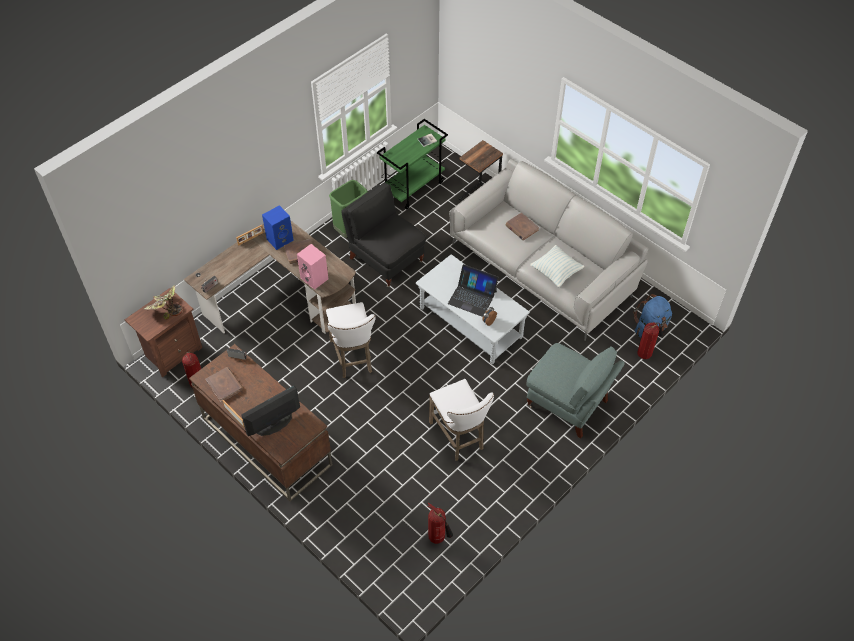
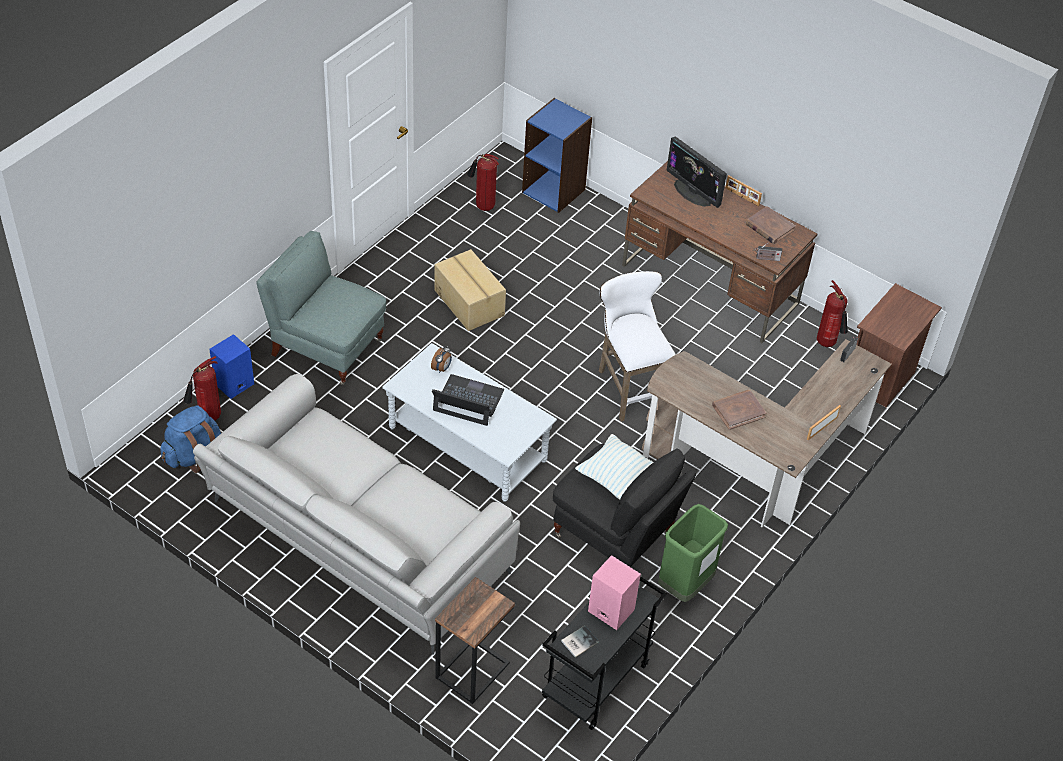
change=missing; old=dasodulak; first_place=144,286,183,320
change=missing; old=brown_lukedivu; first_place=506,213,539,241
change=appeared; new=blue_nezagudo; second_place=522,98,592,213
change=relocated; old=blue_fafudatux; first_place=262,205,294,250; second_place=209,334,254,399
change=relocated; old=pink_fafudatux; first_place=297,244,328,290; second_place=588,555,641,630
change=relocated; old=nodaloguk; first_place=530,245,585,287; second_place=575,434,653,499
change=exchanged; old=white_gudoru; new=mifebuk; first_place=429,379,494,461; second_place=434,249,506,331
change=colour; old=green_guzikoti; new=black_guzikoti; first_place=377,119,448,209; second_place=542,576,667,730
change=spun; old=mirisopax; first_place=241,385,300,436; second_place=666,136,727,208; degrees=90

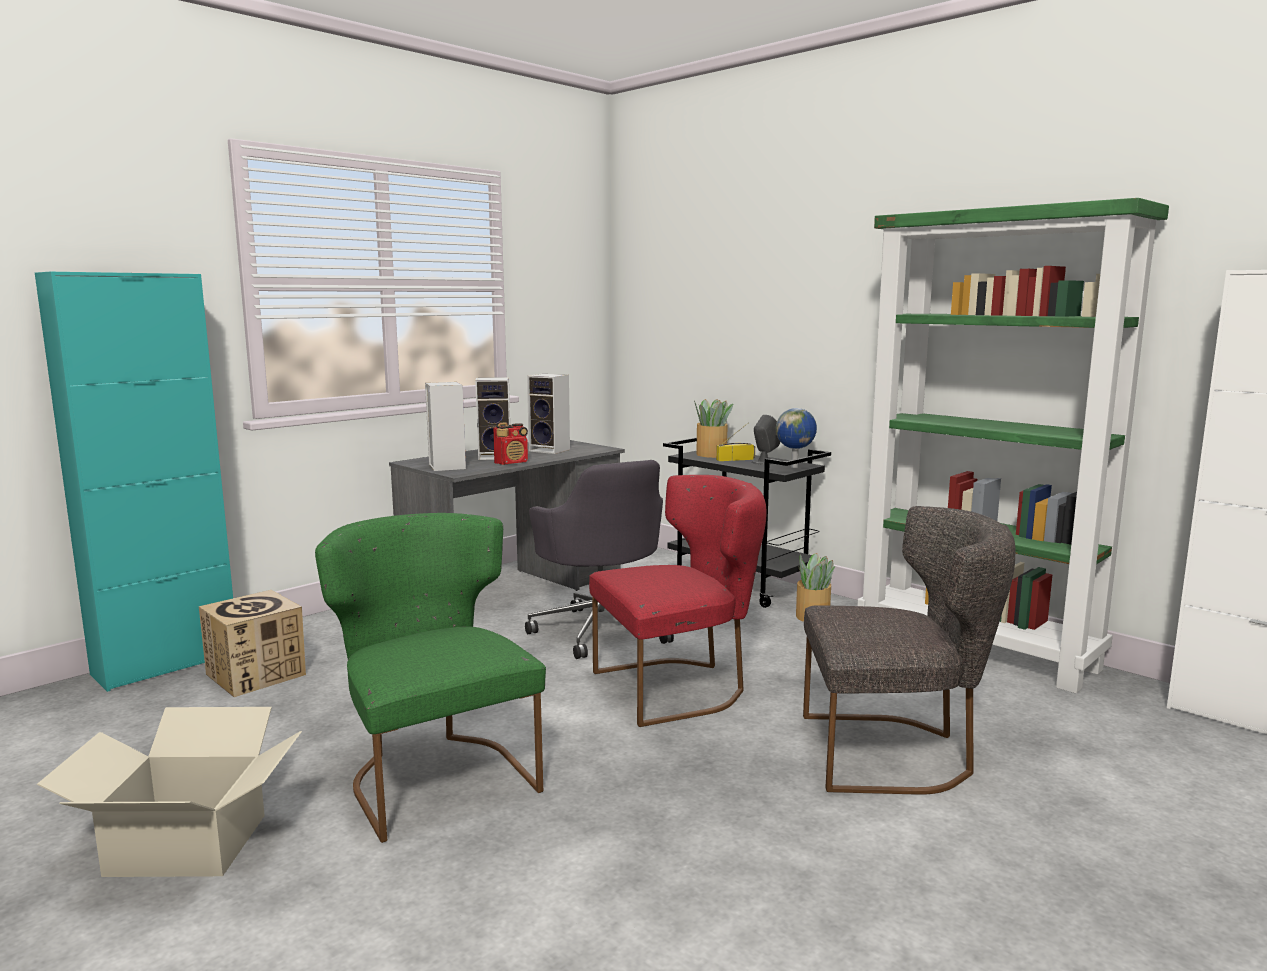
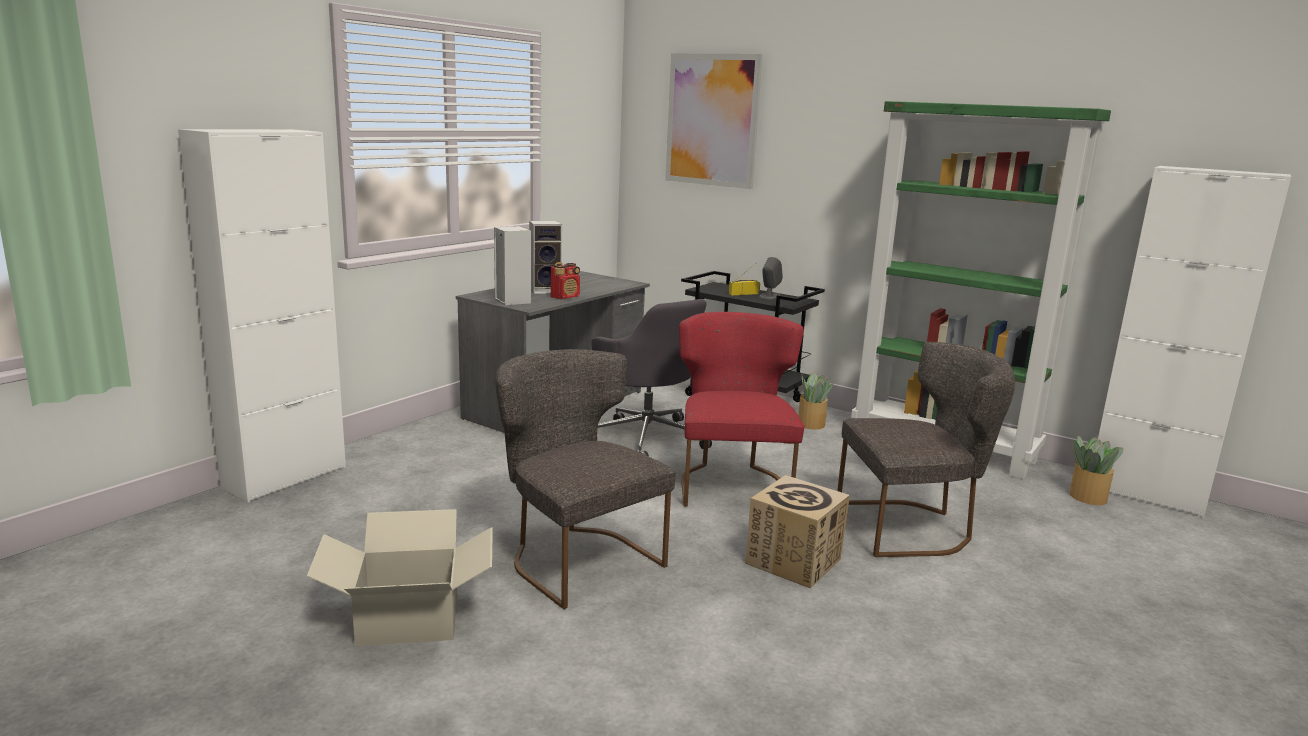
change=missing; old=fafudatux; first_place=527,374,570,454
change=missing; old=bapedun; first_place=776,408,817,468
change=appeared; new=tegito; second_place=665,54,763,189
change=relocated; old=mifebuk; first_place=199,590,306,697; second_place=745,475,850,589
change=relocated; old=dasodulak; first_place=694,399,733,458; second_place=1069,435,1124,505
change=colour; old=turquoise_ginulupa; new=white_ginulupa; first_place=35,271,233,692; second_place=178,129,346,502
change=colour; old=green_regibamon; new=grey_regibamon; first_place=315,513,546,843; second_place=495,349,676,609
change=spun; old=red_regibamon; first_place=589,475,766,727; second_place=679,312,805,507; degrees=-60

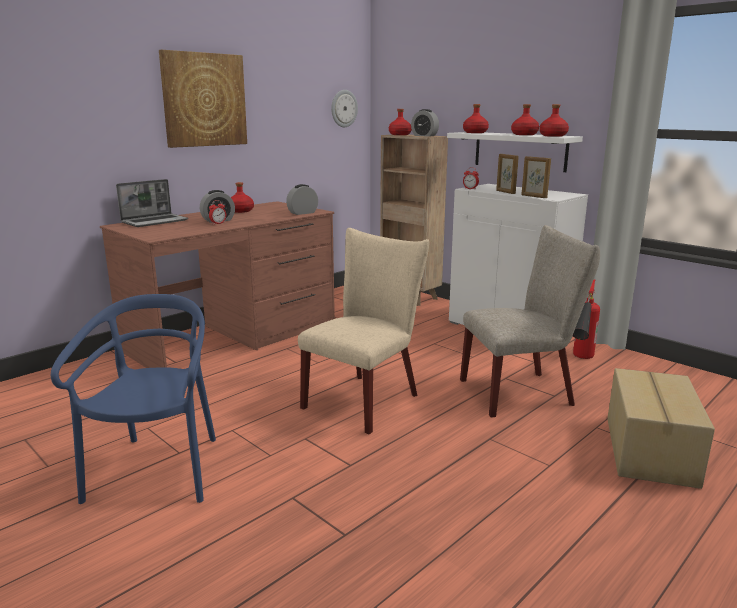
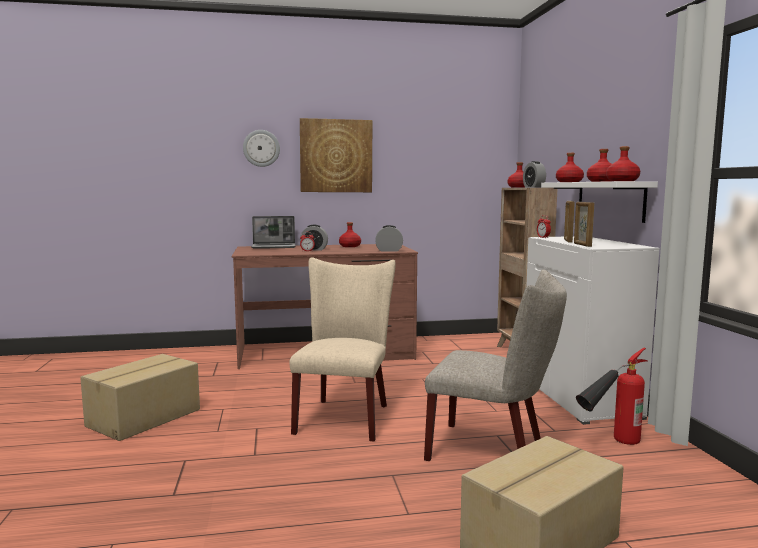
change=relocated; old=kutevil; first_place=331,90,358,127; second_place=243,130,280,167
change=exchanged; old=blue_regibamon; new=mifebuk; first_place=51,294,216,504; second_place=80,354,200,441
change=spun; old=beige_regibamon; first_place=298,228,429,434; second_place=289,257,396,441; degrees=-60

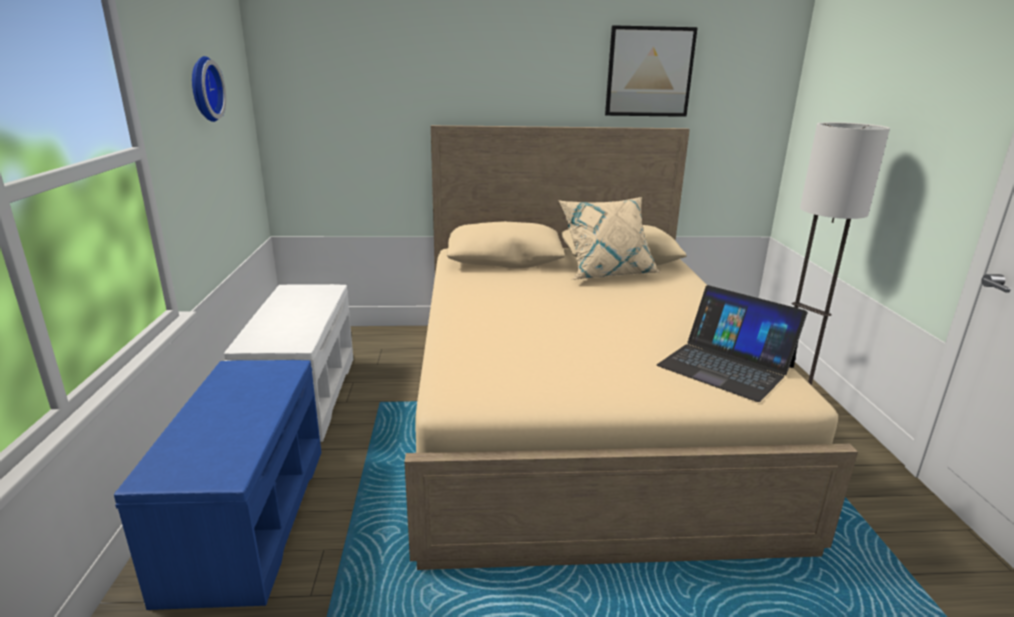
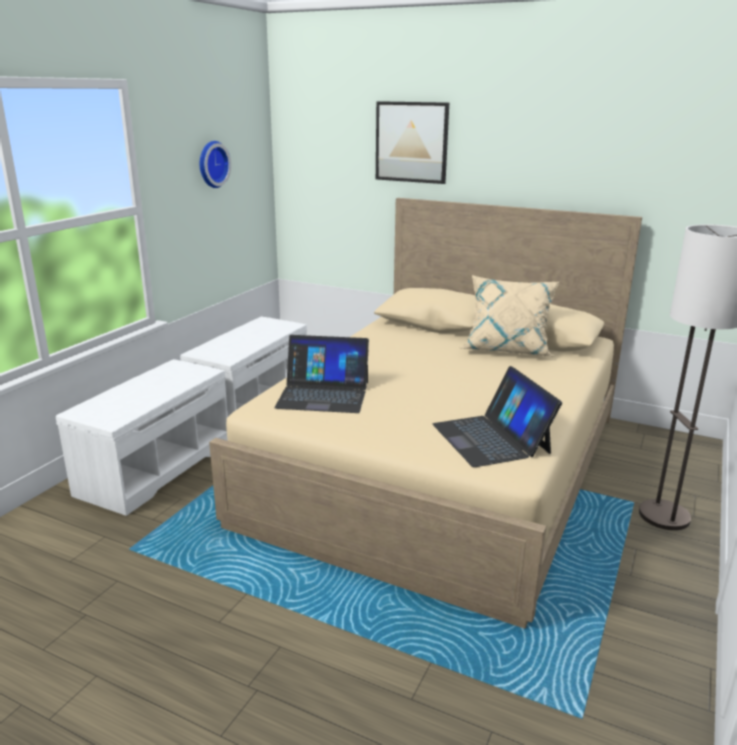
change=appeared; new=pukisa; second_place=274,335,369,413
change=relocated; old=tegito; first_place=605,25,698,117; second_place=376,101,449,184
change=colour; old=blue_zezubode; new=white_zezubode; first_place=114,360,322,610; second_place=56,359,228,516

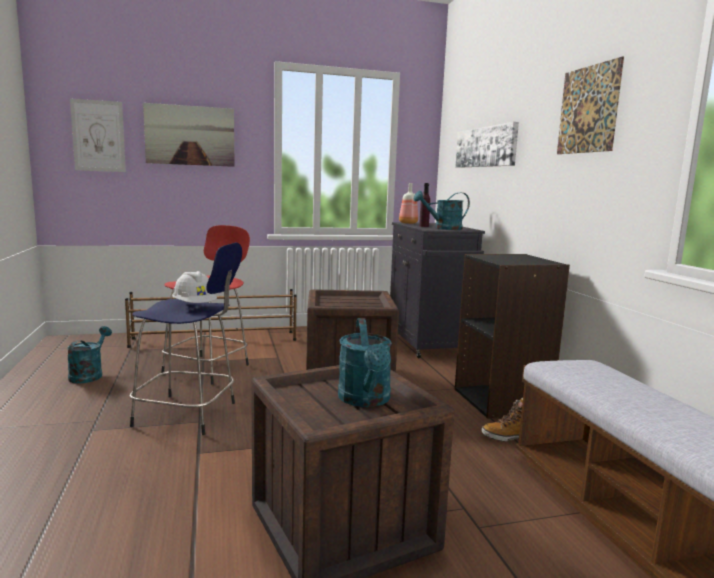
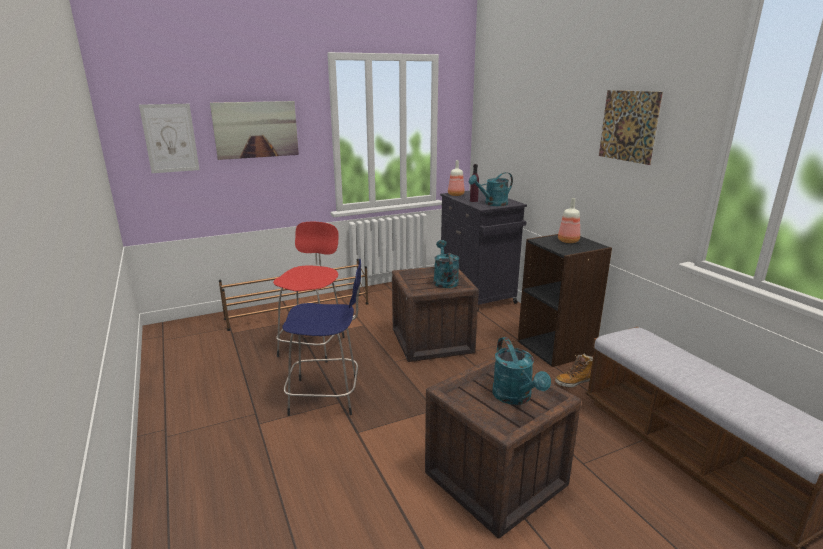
change=missing; old=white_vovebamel; first_place=172,271,217,303
change=missing; old=tegito; first_place=455,122,519,168
change=appeared; new=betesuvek; second_place=558,198,580,243
change=relocated; old=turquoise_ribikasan; first_place=67,326,112,384; second_place=434,240,459,288

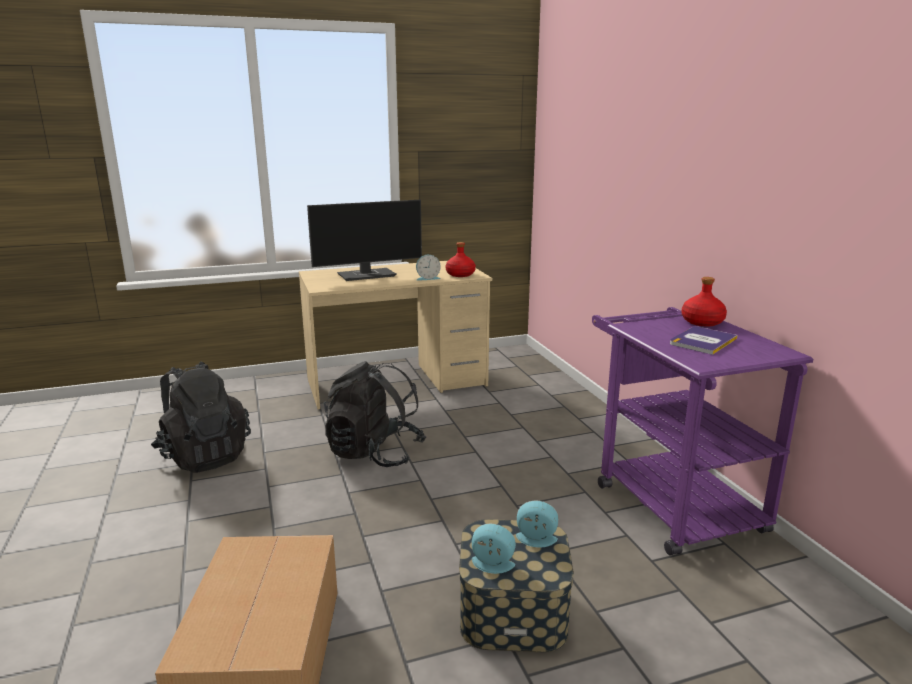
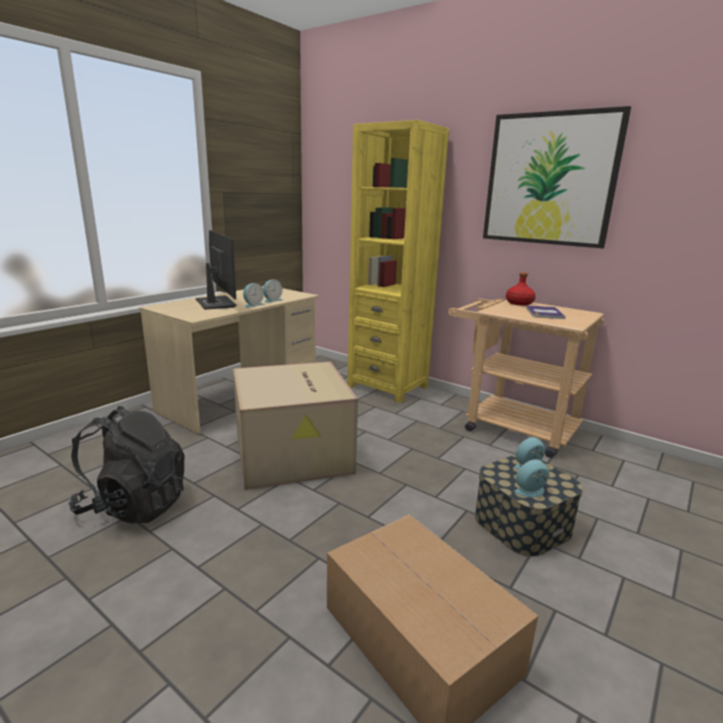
change=missing; old=red_betesuvek; first_place=446,242,476,277
change=appeared; new=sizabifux; second_place=243,283,264,308
change=appeared; new=yellow_nezagudo; second_place=347,120,449,403
change=appeared; new=tegito; second_place=483,106,631,248
change=exchanged; old=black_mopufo; new=mifebuk; first_place=324,361,426,467; second_place=233,361,358,490
change=colour; old=purple_guzikoti; new=beige_guzikoti; first_place=592,307,813,556; second_place=448,298,604,458
change=spun; old=mirisopax; first_place=307,200,422,281; second_place=196,230,237,309; degrees=-60

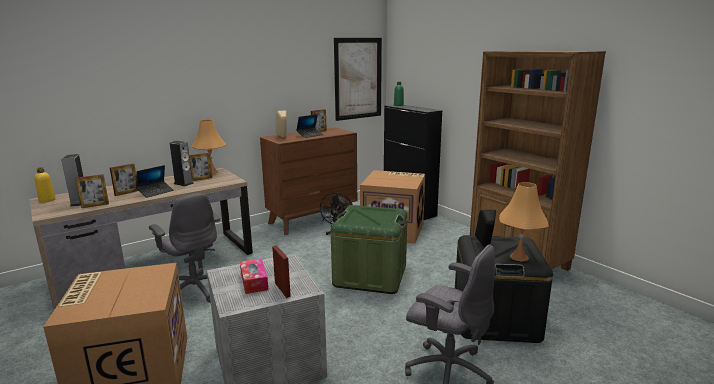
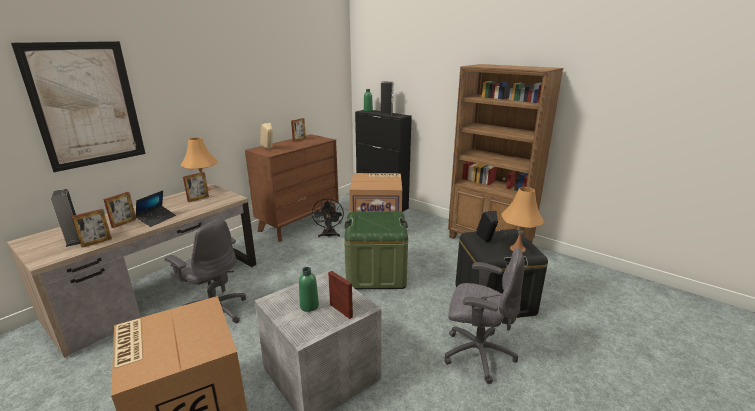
change=missing; old=yellow_betesuvek; first_place=34,167,56,202
change=missing; old=pukisa; first_place=296,114,323,138
change=relocated; old=fafudatux; first_place=170,141,194,186; second_place=380,81,394,115
change=relocated; old=tegito; first_place=334,38,382,121; second_place=11,41,145,172
change=exchanged; old=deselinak; new=green_betesuvek; first_place=240,258,268,294; second_place=299,267,319,312

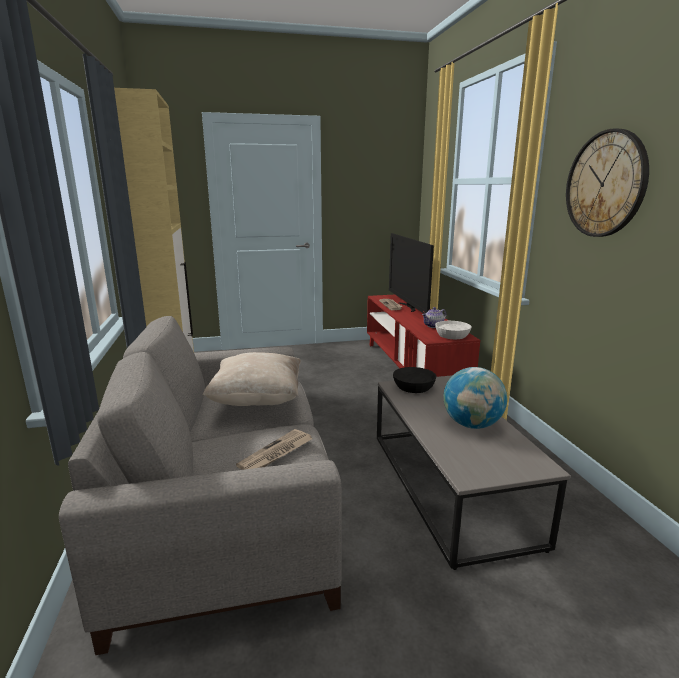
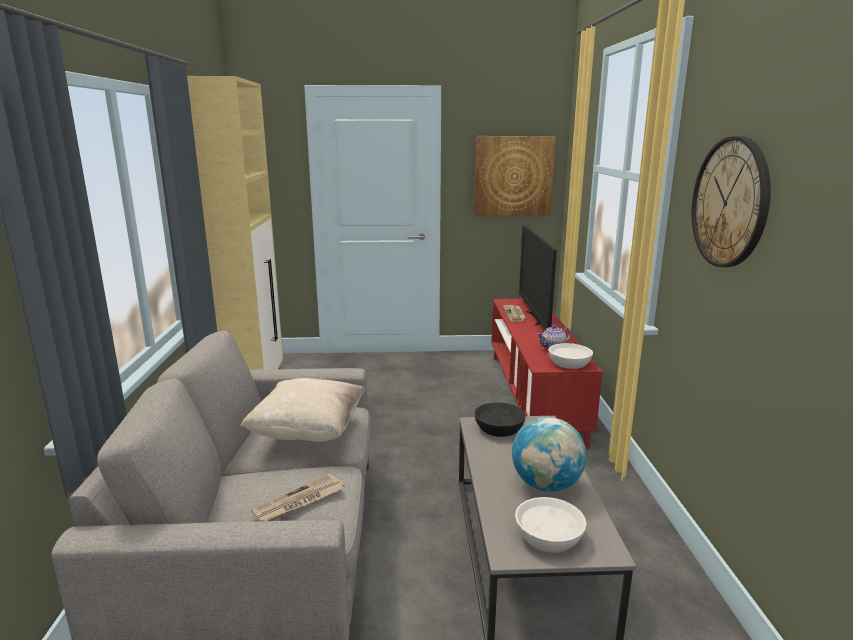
change=appeared; new=tegito; second_place=474,136,556,216
change=appeared; new=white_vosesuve; second_place=515,497,587,553

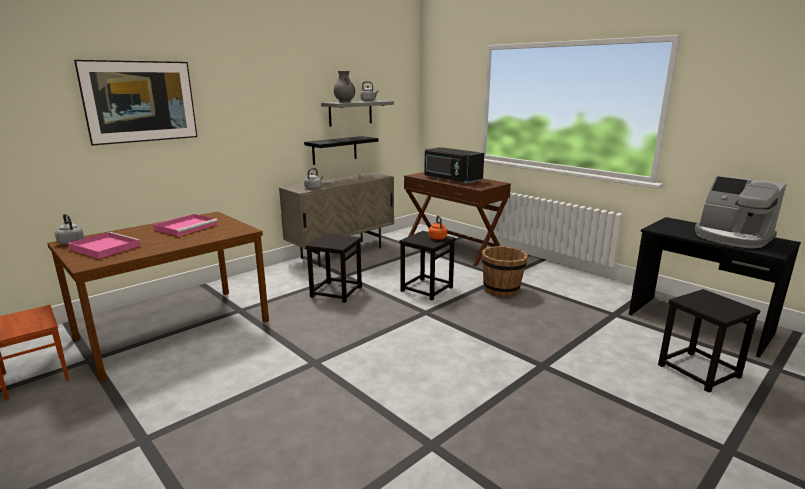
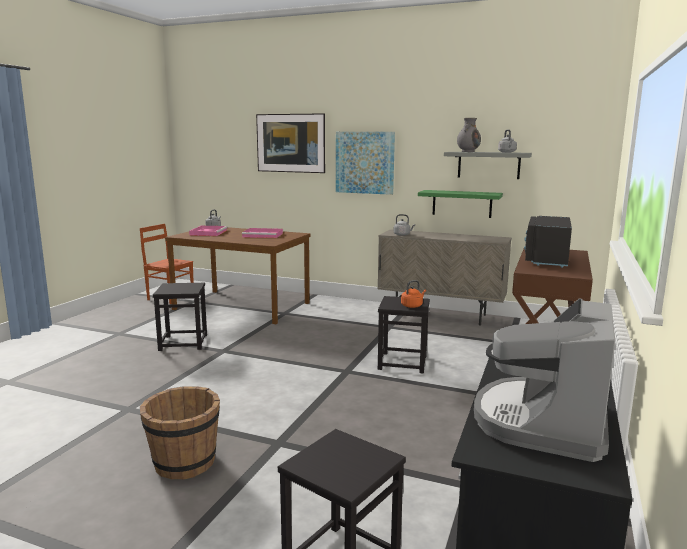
change=appeared; new=tegito; second_place=336,132,395,195
change=relocated; old=black_gudoru; first_place=306,233,362,303; second_place=153,283,207,351
change=relocated; old=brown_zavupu; first_place=482,246,528,297; second_place=140,386,220,480
change=colour; old=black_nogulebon; new=green_nogulebon; first_place=304,136,378,165; second_place=418,190,503,218

